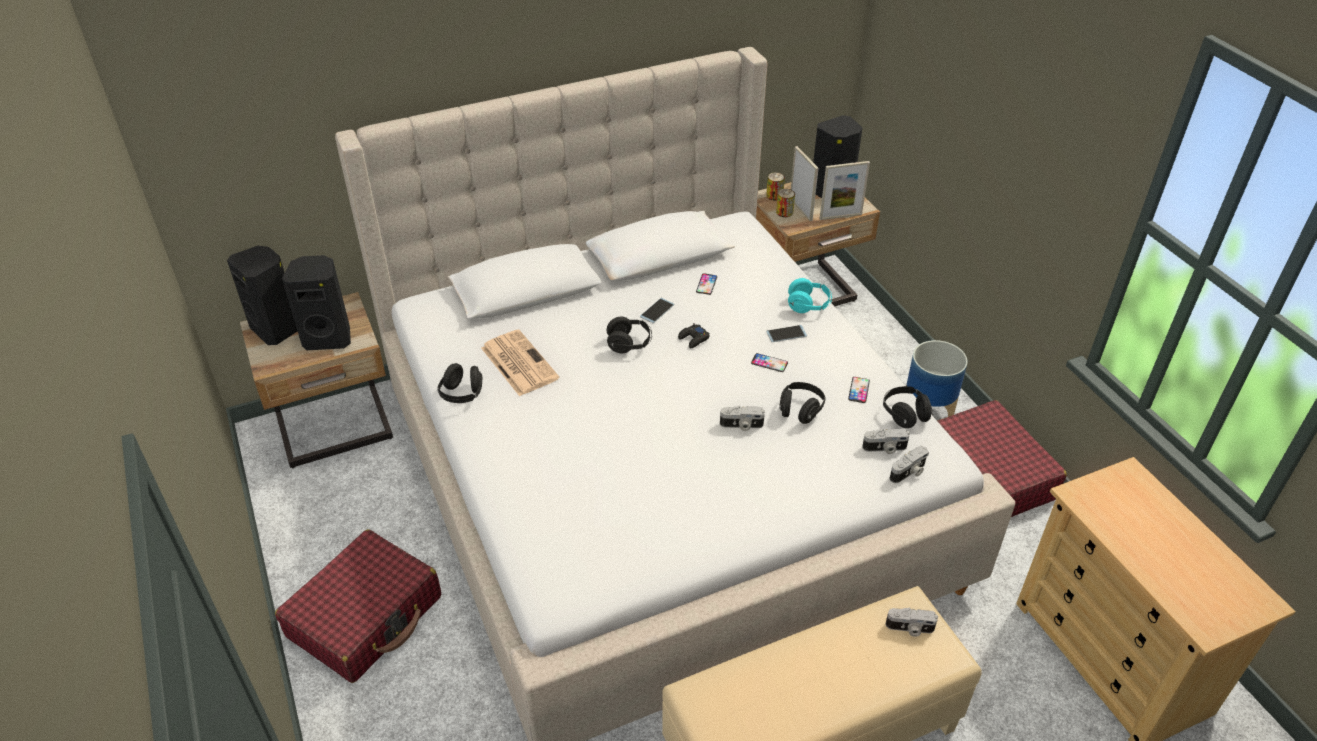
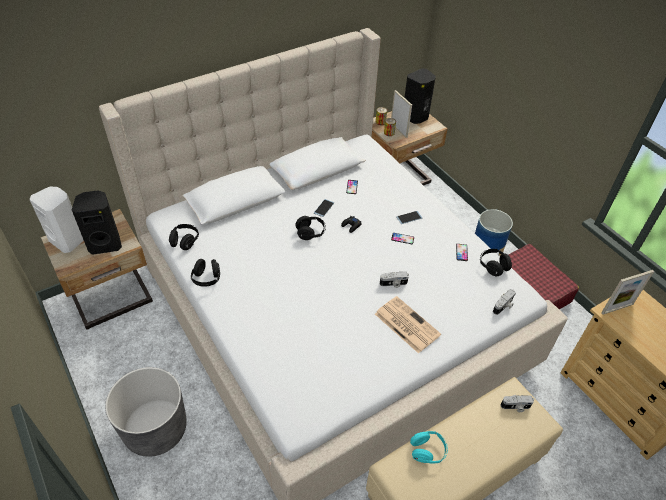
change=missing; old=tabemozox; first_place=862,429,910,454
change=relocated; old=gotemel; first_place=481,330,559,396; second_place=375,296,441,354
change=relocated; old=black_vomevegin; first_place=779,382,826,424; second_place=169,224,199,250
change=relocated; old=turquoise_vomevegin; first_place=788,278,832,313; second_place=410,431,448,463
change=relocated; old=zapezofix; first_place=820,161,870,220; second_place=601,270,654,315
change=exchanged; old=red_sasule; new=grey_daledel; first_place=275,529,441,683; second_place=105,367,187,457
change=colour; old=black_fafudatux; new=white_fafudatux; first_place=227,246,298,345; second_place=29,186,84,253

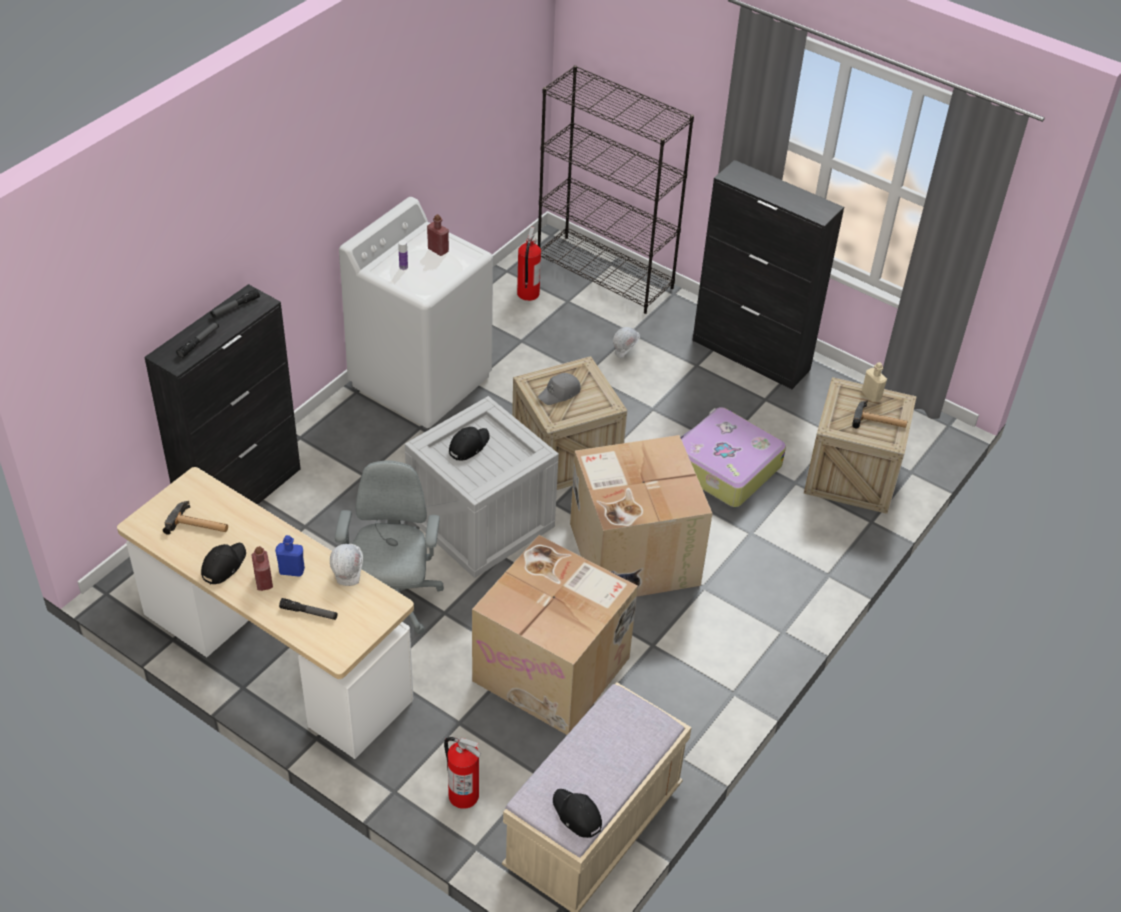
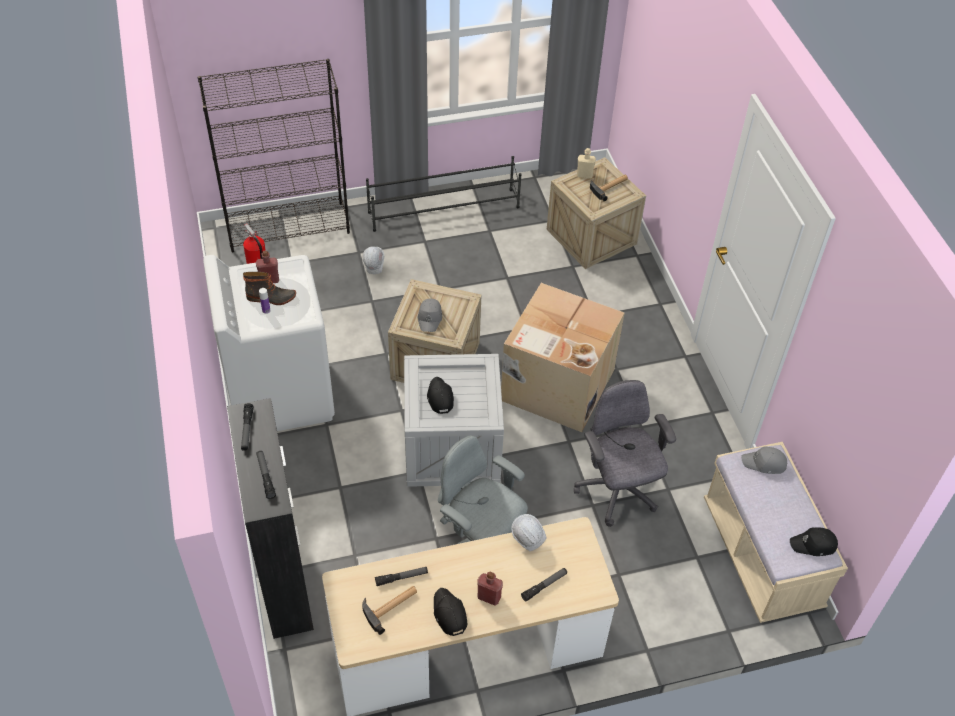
change=missing; old=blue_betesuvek; first_place=275,535,305,577
change=missing; old=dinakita; first_place=444,737,481,809
change=missing; old=sasule; first_place=680,407,786,507
change=appeared; new=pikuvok; second_place=243,272,296,305
change=appeared; new=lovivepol; second_place=375,567,428,586
change=appeared; new=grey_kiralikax; second_place=741,446,787,474
change=exchanged; old=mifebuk; new=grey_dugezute; first_place=472,535,638,735; second_place=574,380,676,527
change=exchanged; old=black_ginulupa; new=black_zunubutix; first_place=692,160,844,389; second_place=366,156,521,232

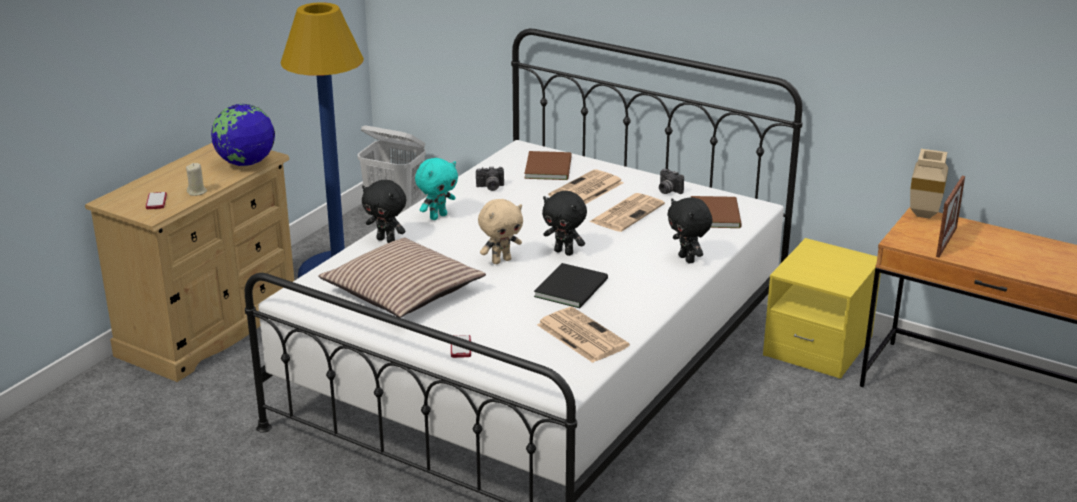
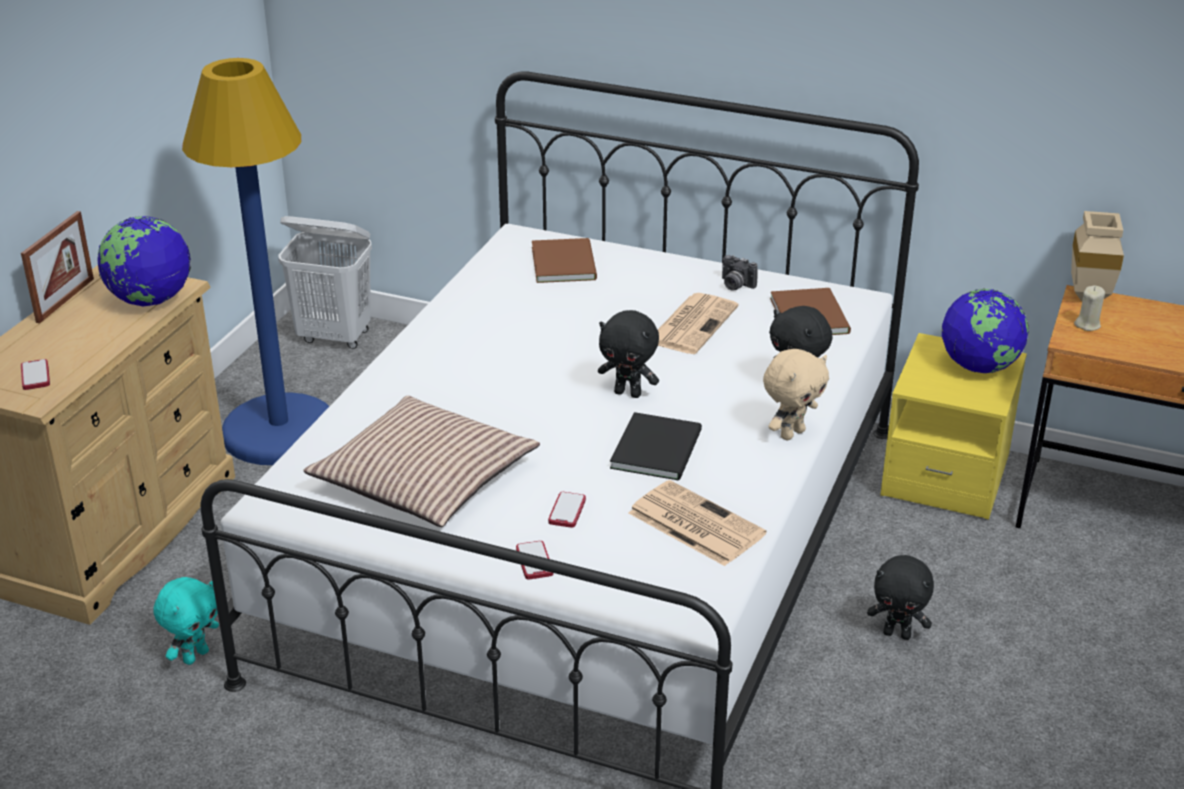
change=missing; old=tabemozox; first_place=476,166,504,191
change=missing; old=gotemel; first_place=549,169,623,204
change=appeared; new=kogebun; second_place=548,492,586,528
change=appeared; new=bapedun; second_place=941,288,1029,373
change=relocated; old=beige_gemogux; first_place=186,163,207,196; second_place=1074,285,1105,331
change=relocated; old=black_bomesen; first_place=362,180,406,243; second_place=867,555,934,640
change=relocated; old=turquoise_bomesen; first_place=415,158,458,220; second_place=153,577,219,665
change=relocated; old=beige_bomesen; first_place=478,199,523,264; second_place=763,349,829,440
change=relocated; old=zapezofix; first_place=936,176,965,257; second_place=21,211,94,323

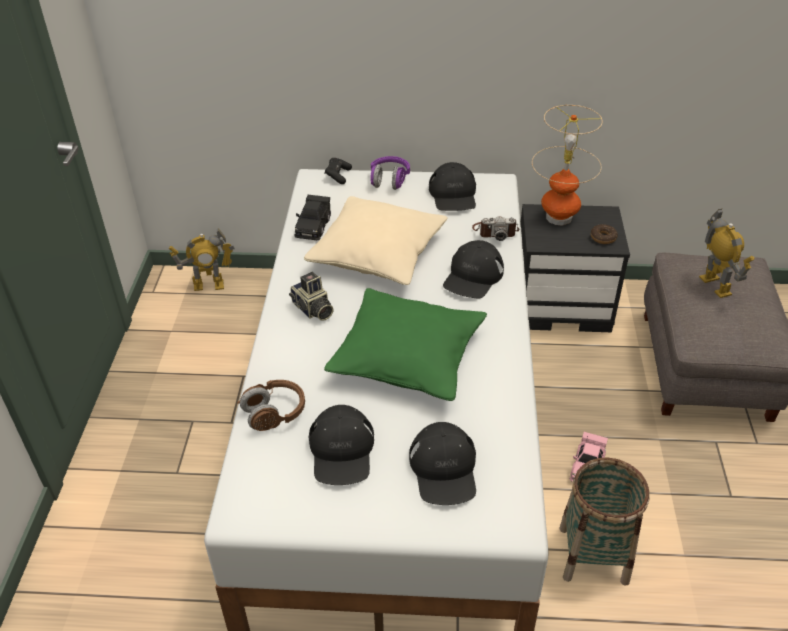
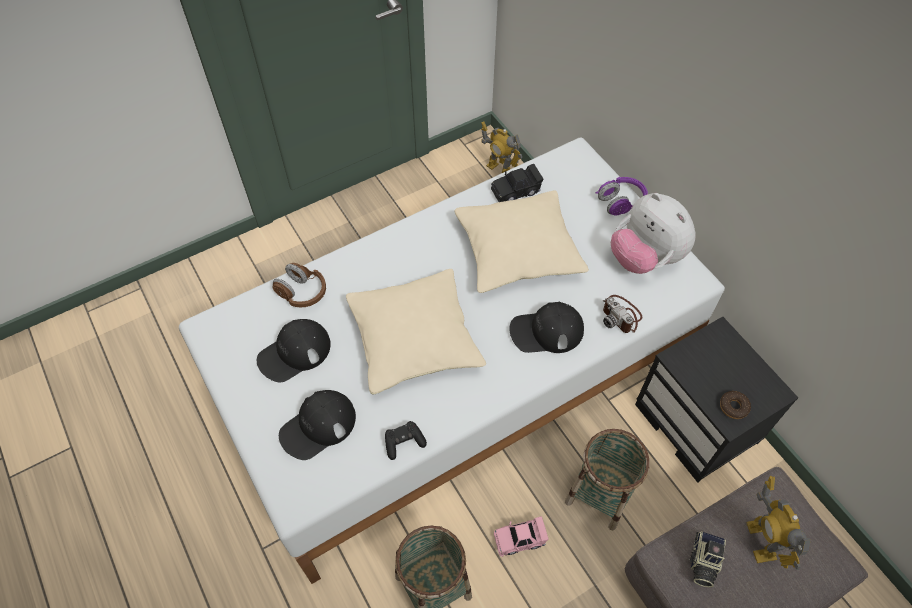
change=missing; old=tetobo; first_place=532,105,603,226
change=appeared; new=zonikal; second_place=565,429,650,530
change=relocated; old=tabemozox; first_place=289,272,334,321; second_place=690,531,726,588
change=relocated; old=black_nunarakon; first_place=325,158,352,184; second_place=385,421,427,460
change=exchanged; old=black_kiralikax; new=bomesen; first_place=429,162,476,211; second_place=611,193,696,274
change=colour; old=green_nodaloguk; new=beige_nodaloguk; first_place=324,288,487,401; second_place=346,269,486,394
change=spun; old=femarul; first_place=699,209,755,298; second_place=746,476,811,570; degrees=135

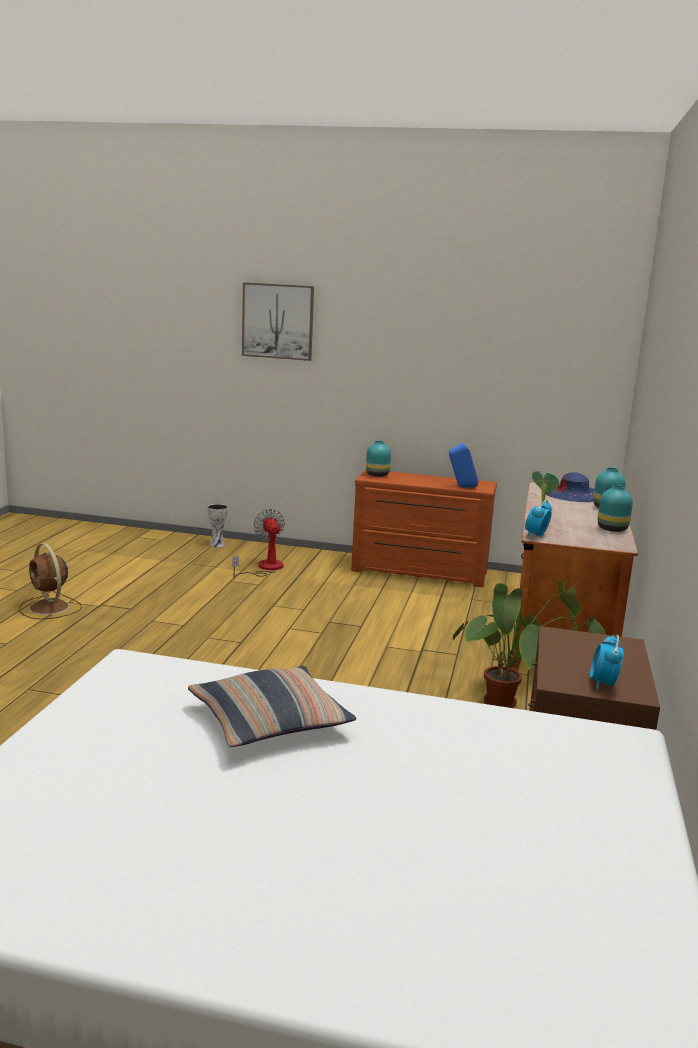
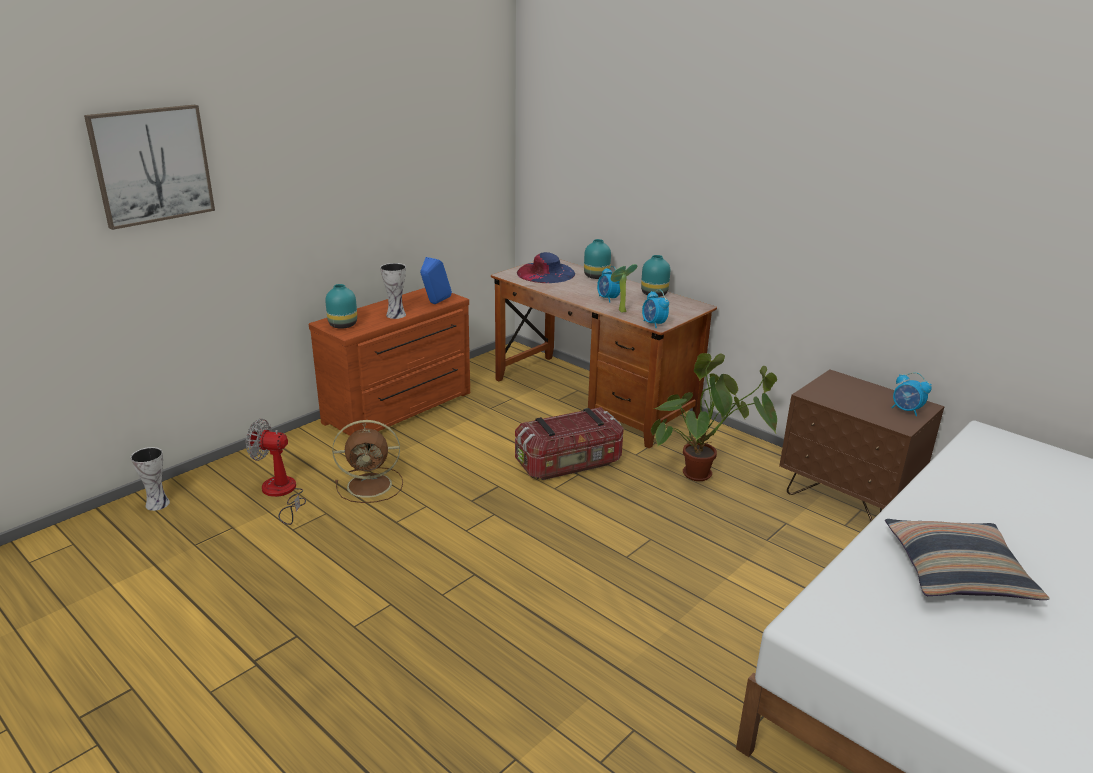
change=appeared; new=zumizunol; second_place=380,263,406,319
change=appeared; new=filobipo; second_place=515,407,624,480
change=appeared; new=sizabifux; second_place=597,266,620,303
change=relocated; old=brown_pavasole; first_place=19,543,82,619; second_place=332,420,403,503

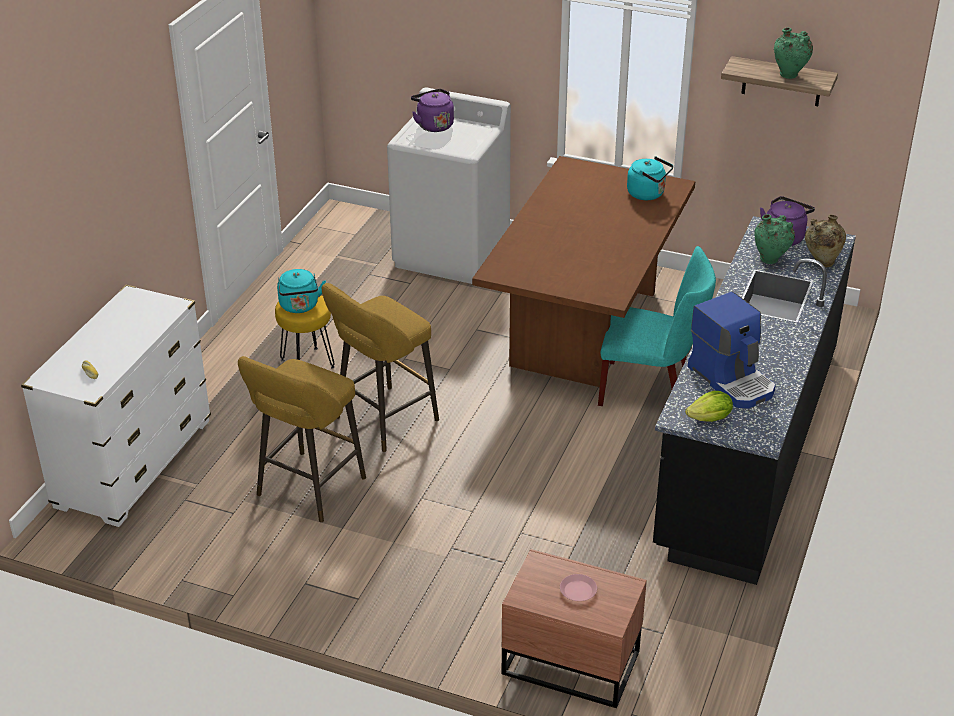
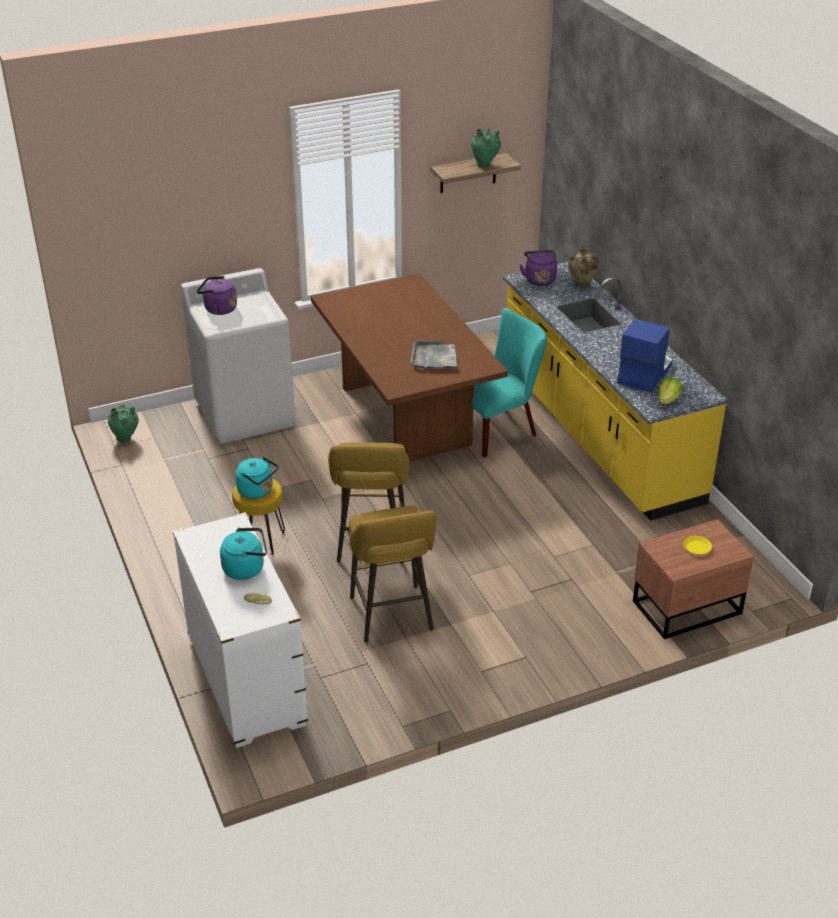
change=appeared; new=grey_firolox; second_place=410,340,457,369
change=relocated; old=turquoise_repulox; first_place=627,156,673,200; second_place=220,528,267,580
change=relocated; old=green_zumizunol; first_place=754,214,795,264; second_place=108,404,139,443
change=colour; old=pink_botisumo; new=yellow_botisumo; first_place=560,574,597,601; second_place=683,536,712,555
change=colour; old=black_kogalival; new=yellow_kogalival; first_place=653,216,856,585; second_place=503,262,728,521
change=spun; old=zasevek; first_place=688,292,776,408; second_place=617,319,673,393; degrees=-75

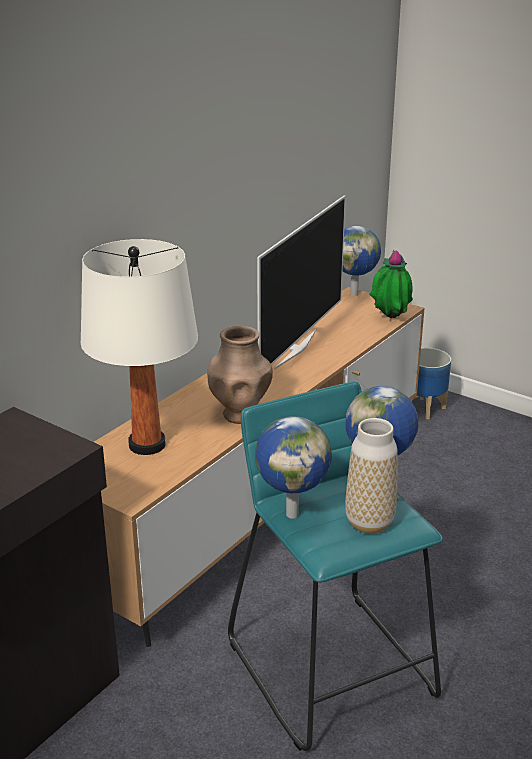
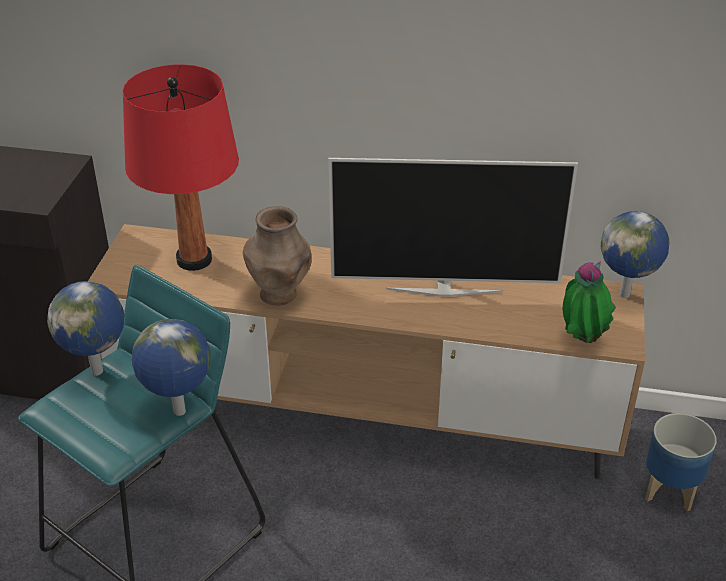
change=missing; old=zumizunol; first_place=345,418,398,533
change=colour; old=white_tetobo; new=red_tetobo; first_place=80,239,198,455; second_place=122,64,239,271

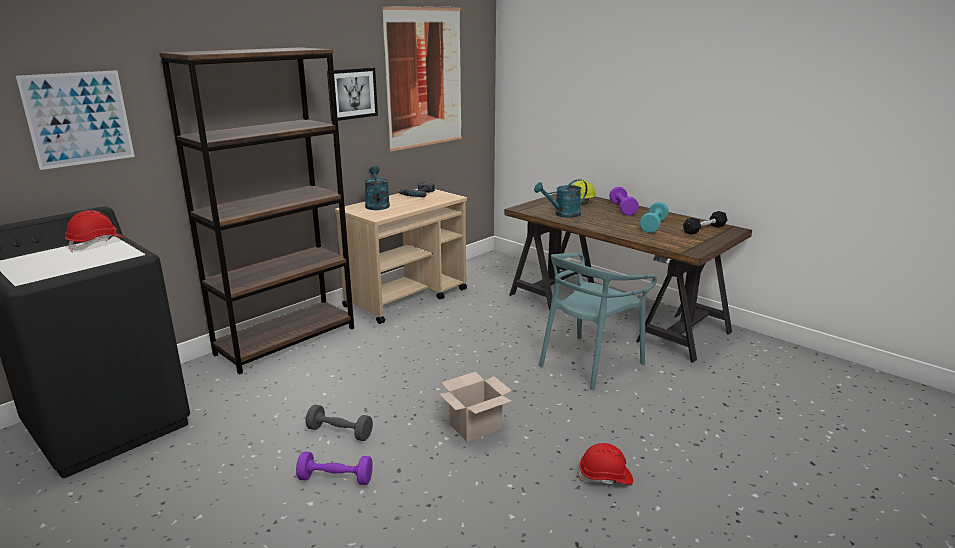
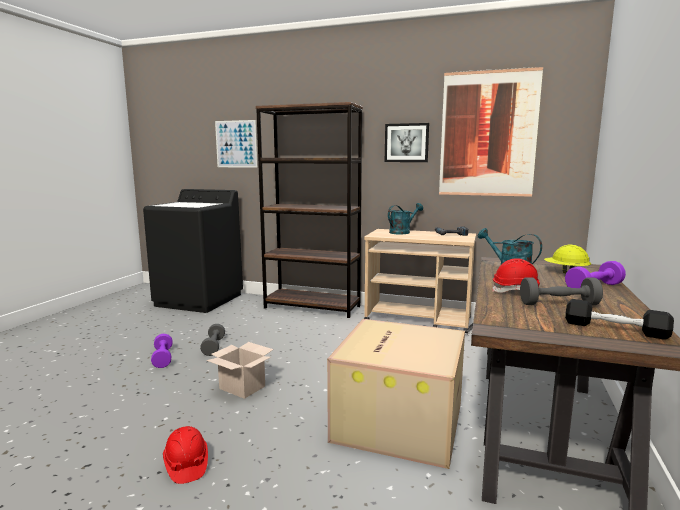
change=relocated; old=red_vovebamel; first_place=65,210,124,252; second_place=492,258,540,293
change=exchanged; old=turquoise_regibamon; new=mifebuk; first_place=539,253,657,390; second_place=327,319,465,469
change=colour; old=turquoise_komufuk; new=grey_komufuk; first_place=640,202,669,233; second_place=520,277,603,305

